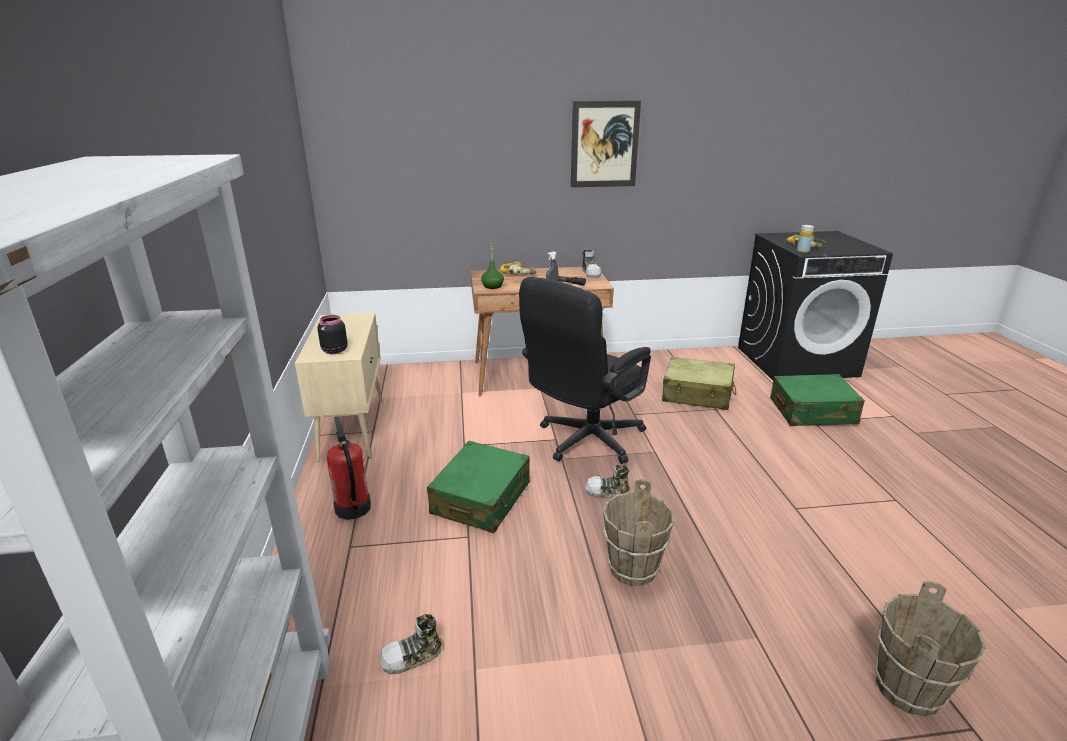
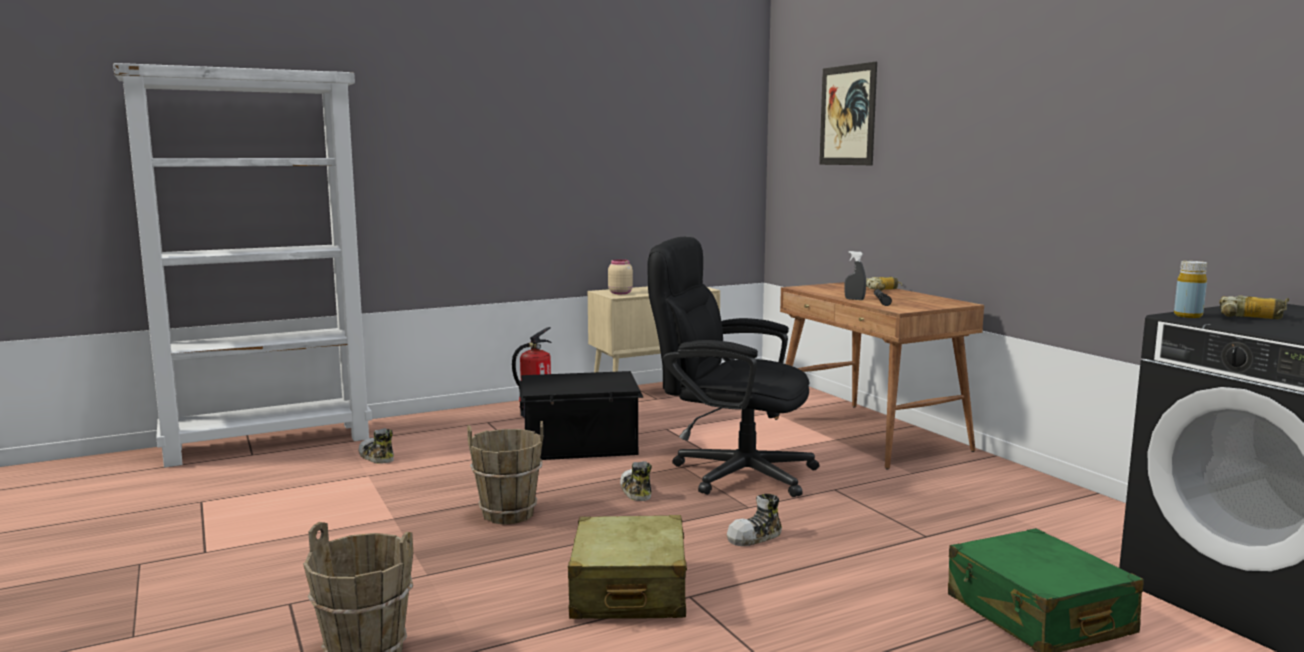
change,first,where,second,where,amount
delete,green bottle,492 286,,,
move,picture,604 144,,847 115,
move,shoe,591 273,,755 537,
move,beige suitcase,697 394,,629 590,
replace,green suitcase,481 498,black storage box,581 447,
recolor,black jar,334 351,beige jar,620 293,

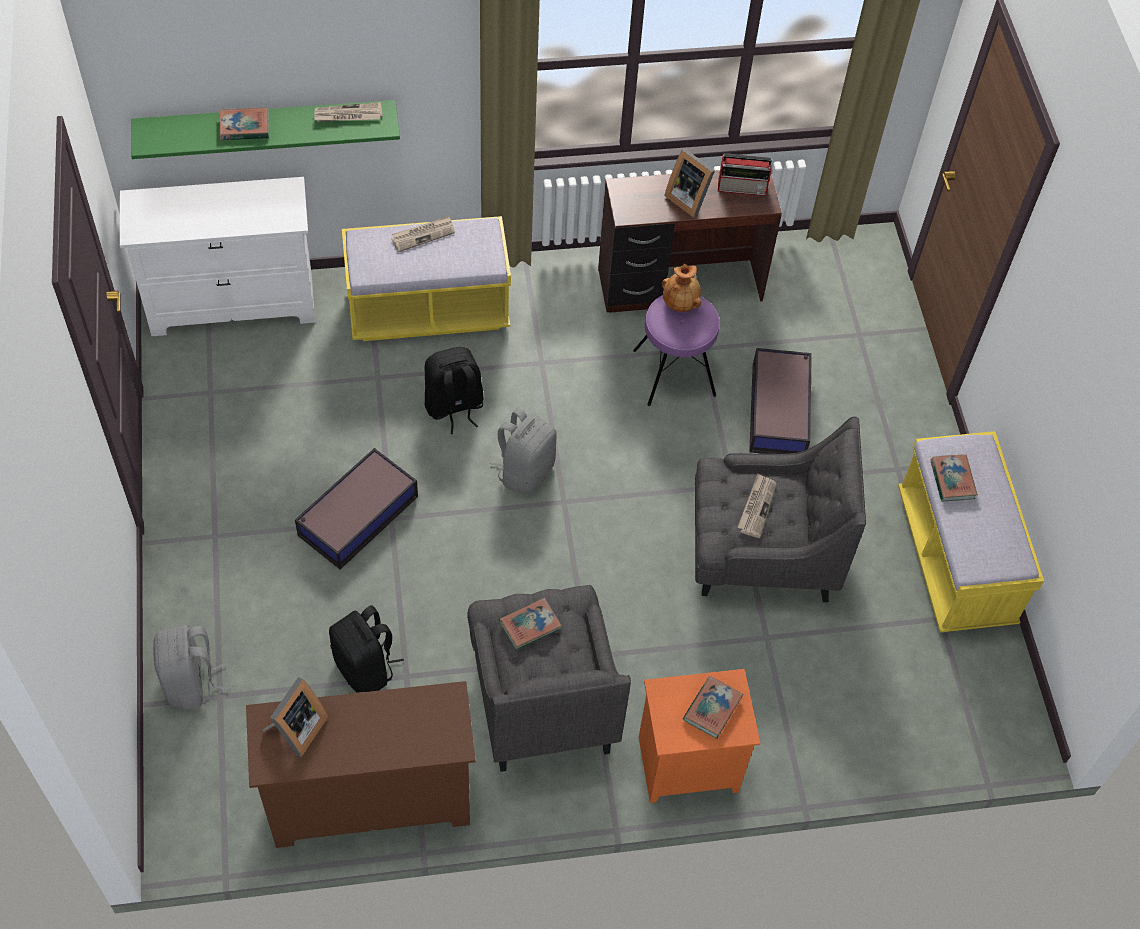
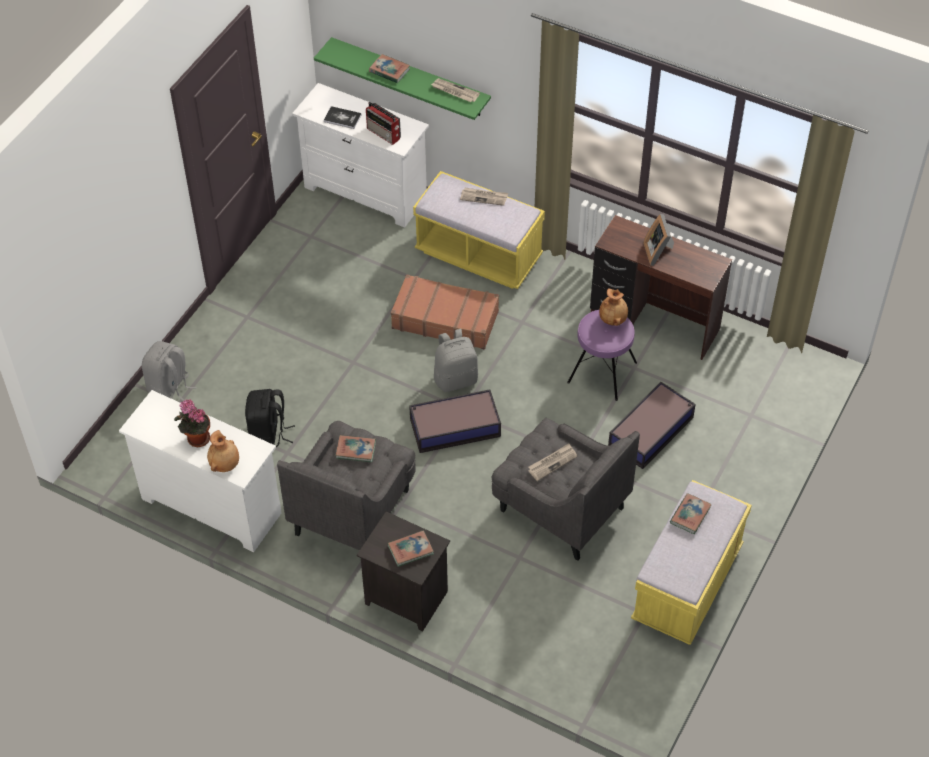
change,first,where,second,where,amount
delete,picture frame,296 730,,,
insert,,,potted plant,196 438,
insert,,,brown vase,225 464,
insert,,,book,342 118,
move,storage box,356 516,,453 427,
move,radio,743 188,,384 134,
replace,black backpack,454 407,brown suitcase,445 319,
recolor,brown dresser,369 800,white dresser,211 505,
recolor,orange nightstand,687 766,black nightstand,404 598,

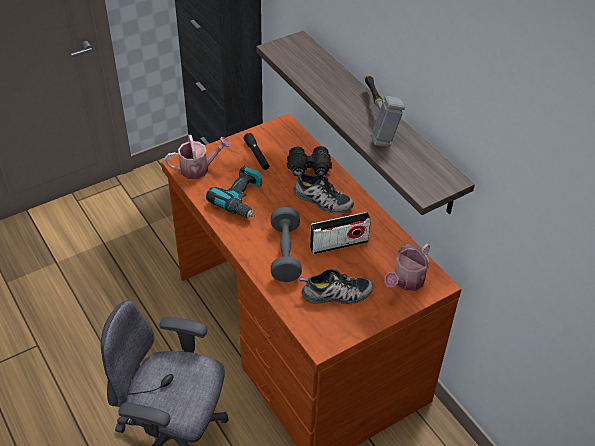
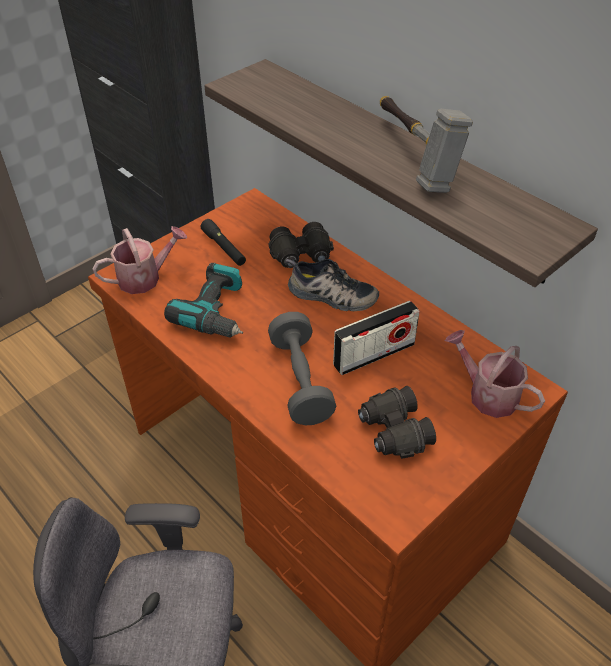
change,first,where,second,where,amount
replace,shoe,336 295,black binoculars,393 431,
rotate,watering can,406 282,,487 394,105 degrees clockwise

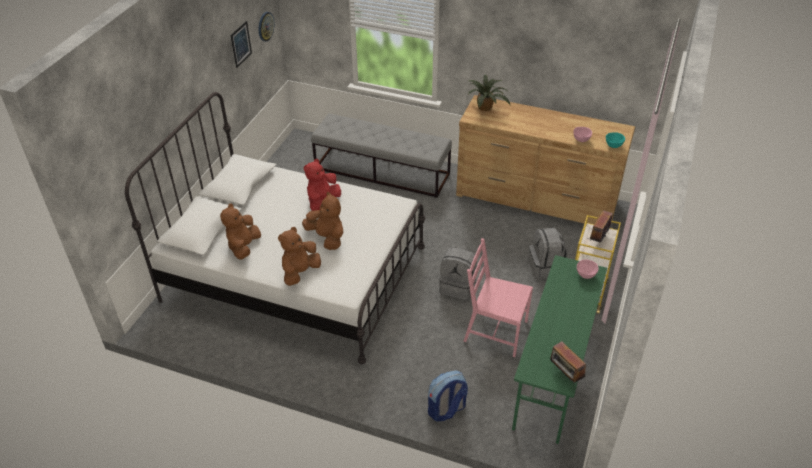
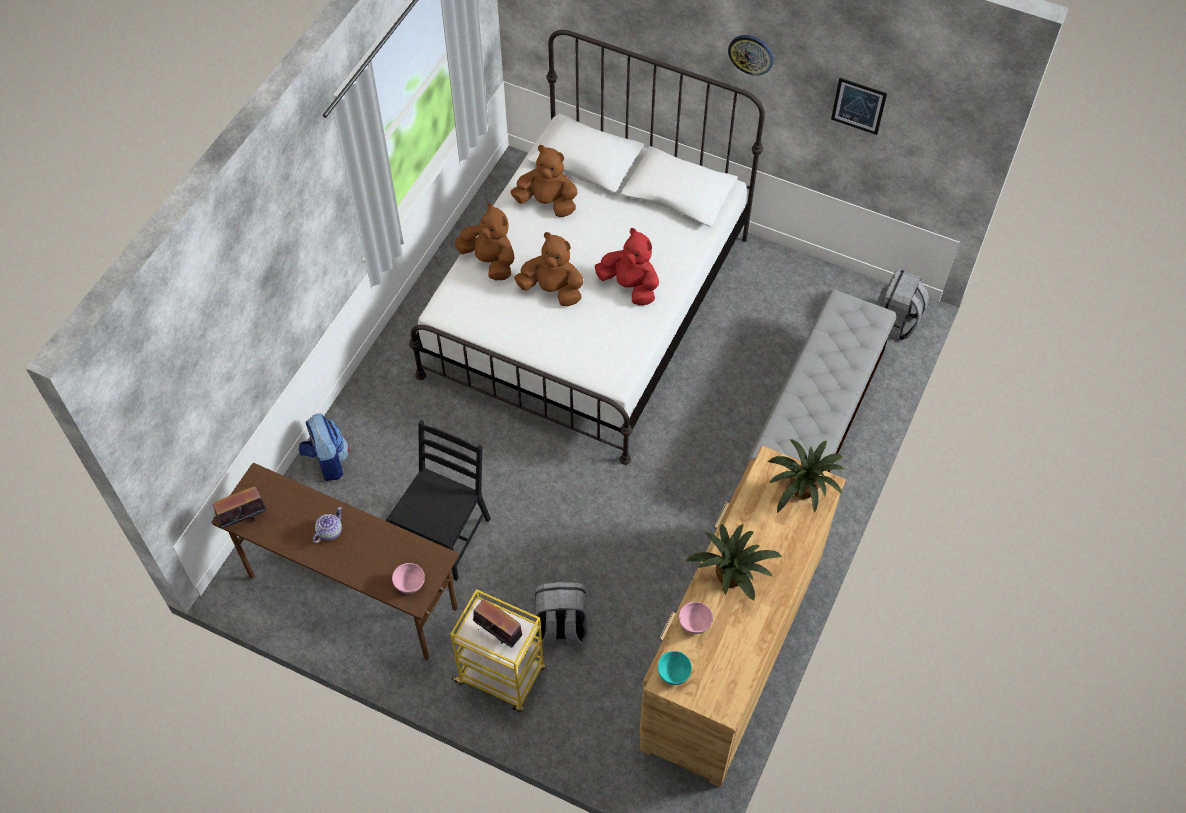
change,first,where,second,where,amount
insert,,,teapot,329 531,
insert,,,potted plant,732 575,
move,wall clock,265 26,,751 54,
move,grey backpack,458 287,,894 323,
recolor,pink chair,495 331,black chair,444 535,
recolor,green desk,552 377,brown desk,352 593,
rotate,brown plush toy,327 238,,552 290,120 degrees counterclockwise

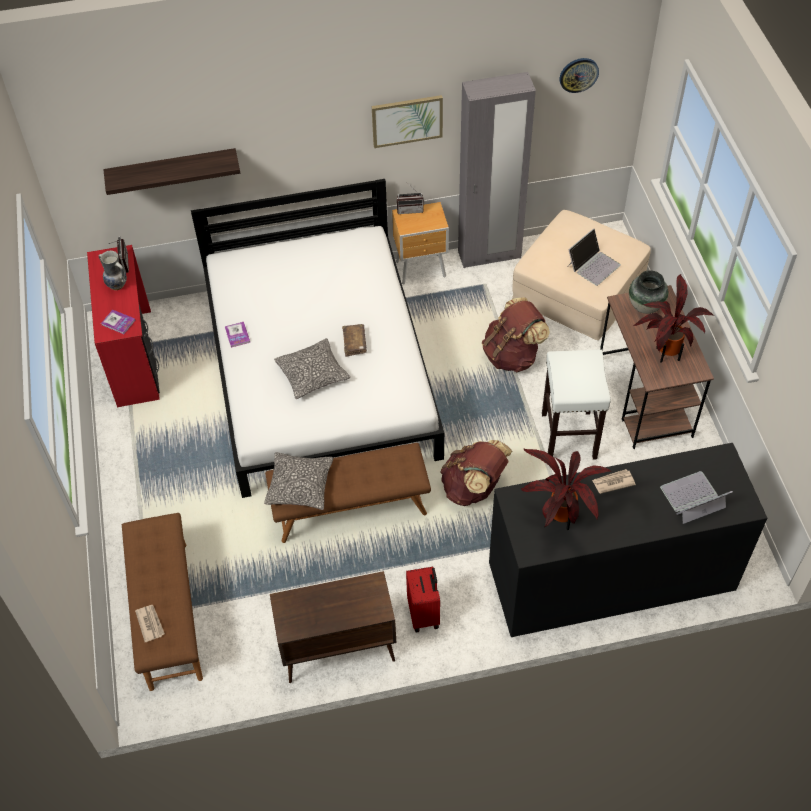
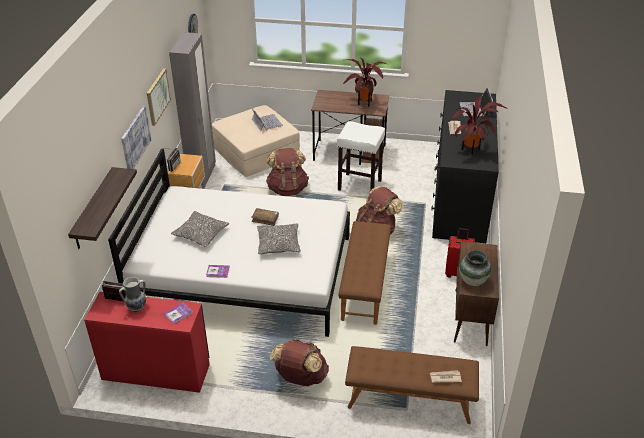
change,first,where,second,where,amount
insert,,,picture,135 139,
insert,,,brown backpack,300 378,
move,pillow,300 486,,201 234,
move,vase,645 307,,473 281,

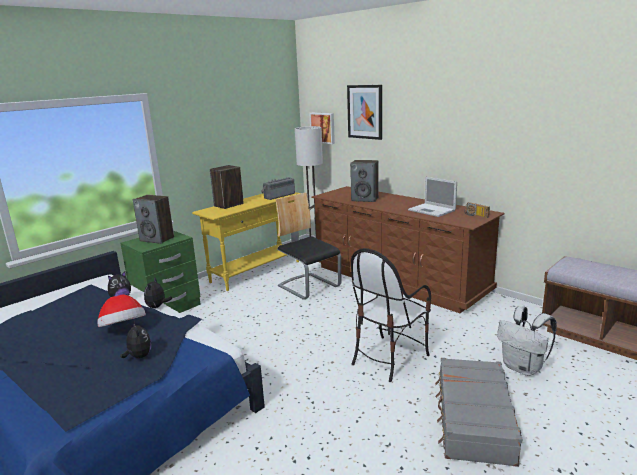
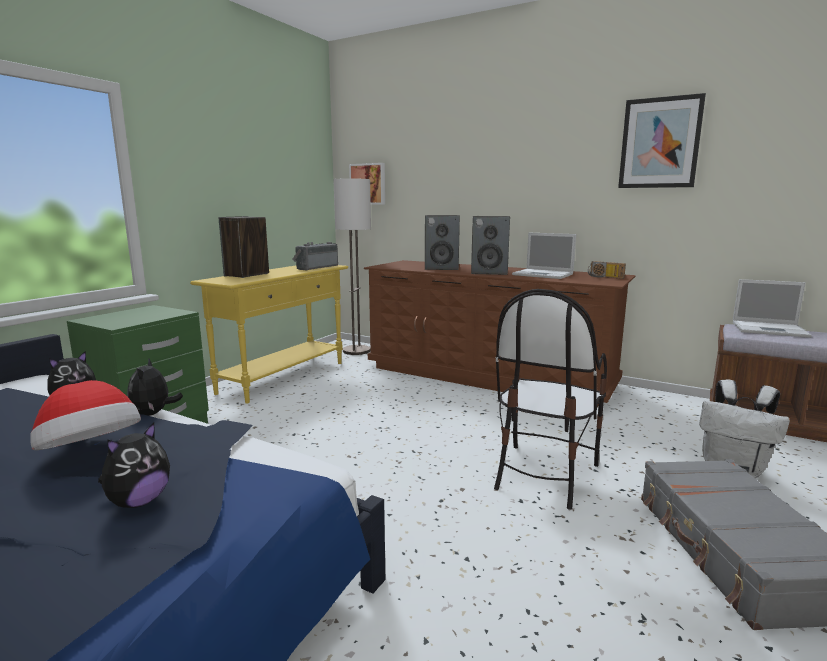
change,first,where,second,where,amount
delete,chair,309 286,,,
insert,,,laptop,770 329,
move,speaker,157 239,,489 272,
move,picture,365 112,,660 143,
rotate,plush toy,139 356,,138 501,75 degrees clockwise

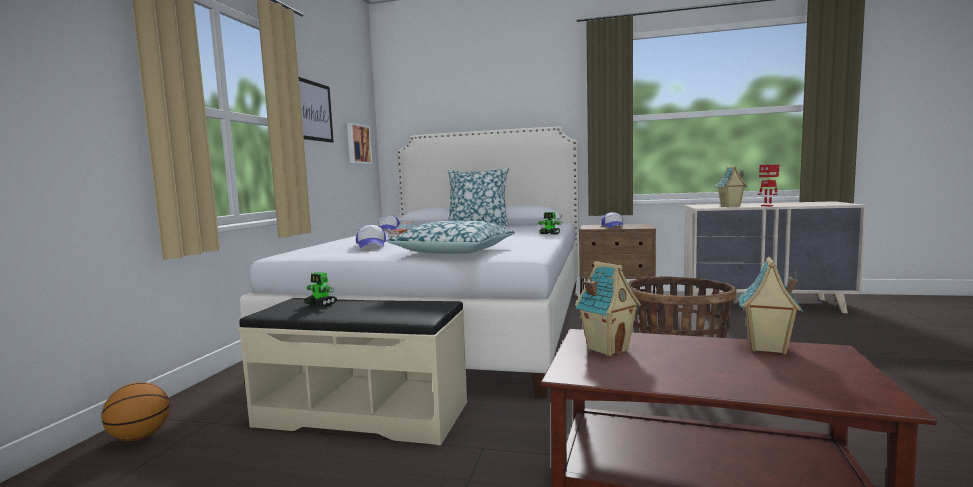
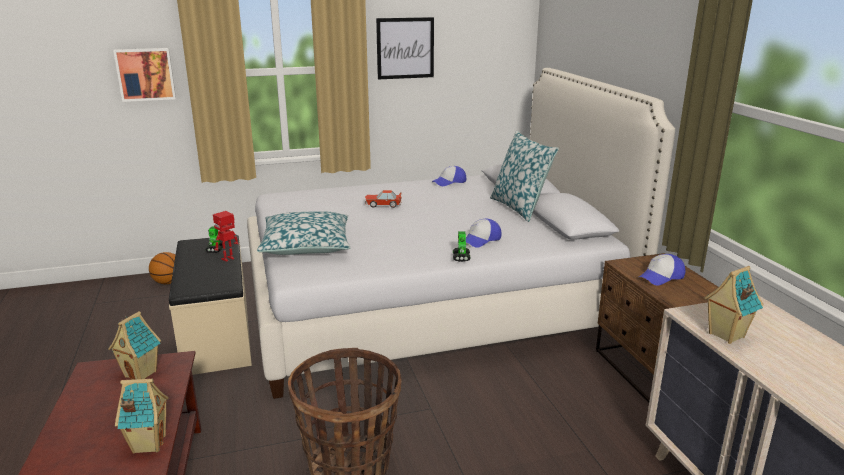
change,first,where,second,where,amount
move,picture,358 144,,145 74,
move,cap,371 245,,481 240,
move,toy robot,767 206,,228 259,

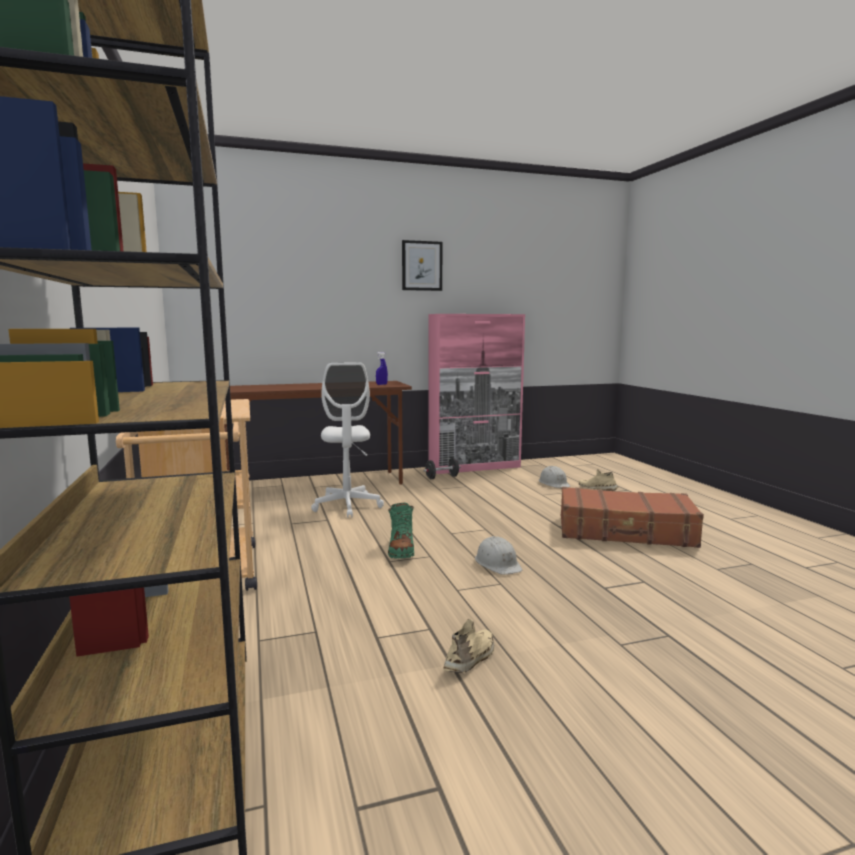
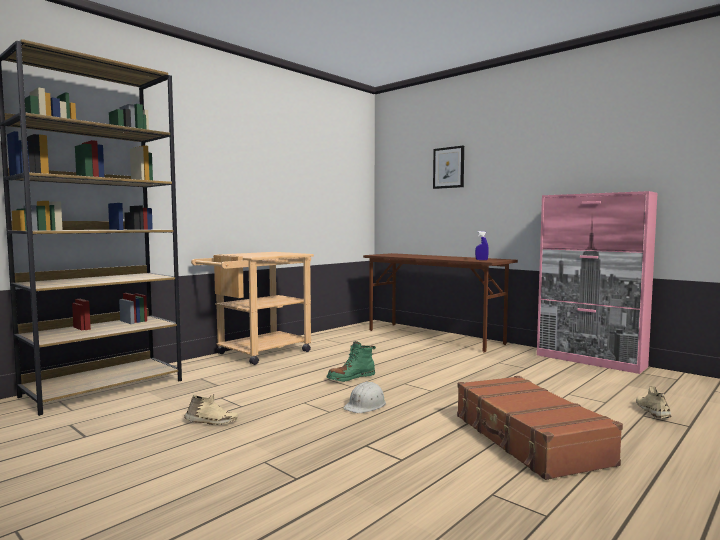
change,first,where,second,where,amount
delete,white office chair,347 506,,,
delete,black dumbbell,442 477,,,
delete,white hard hat,554 483,,,
move,picture,422 266,,448 167,

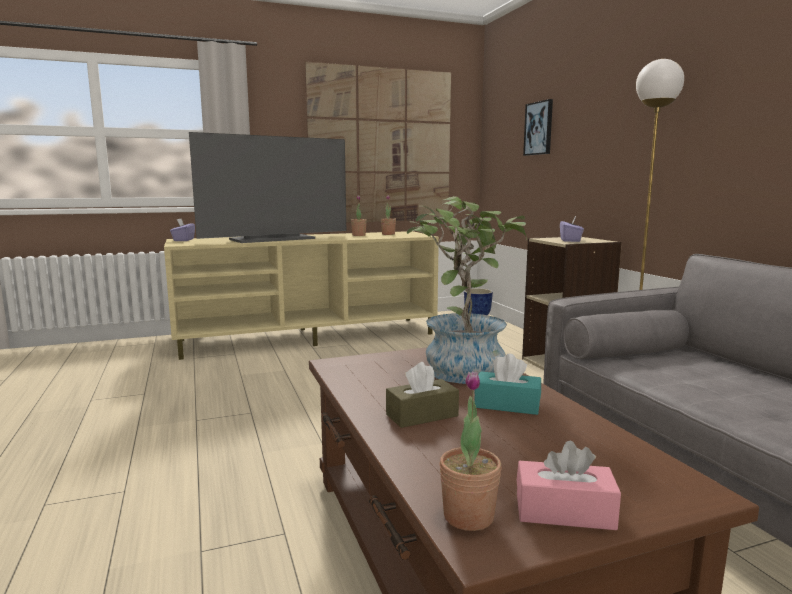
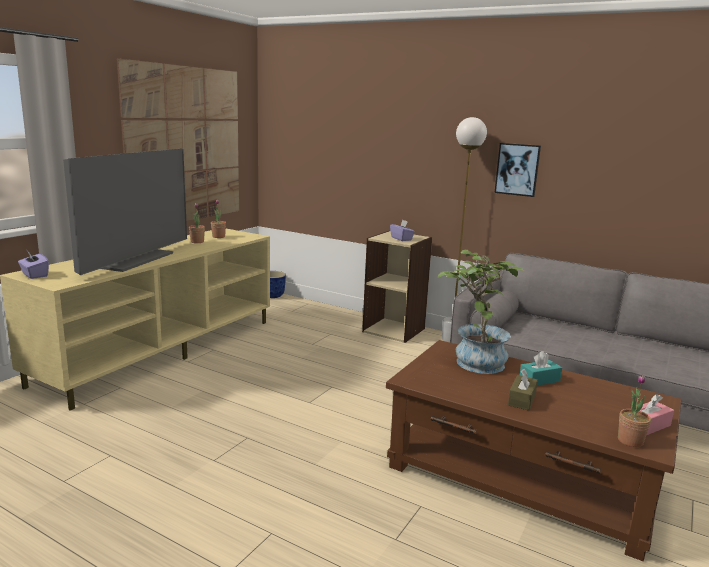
change,first,where,second,where,amount
move,picture,539 128,,517 169,

